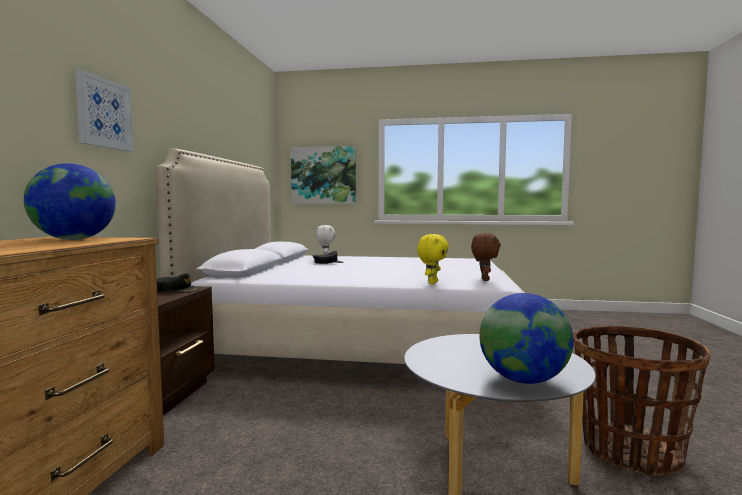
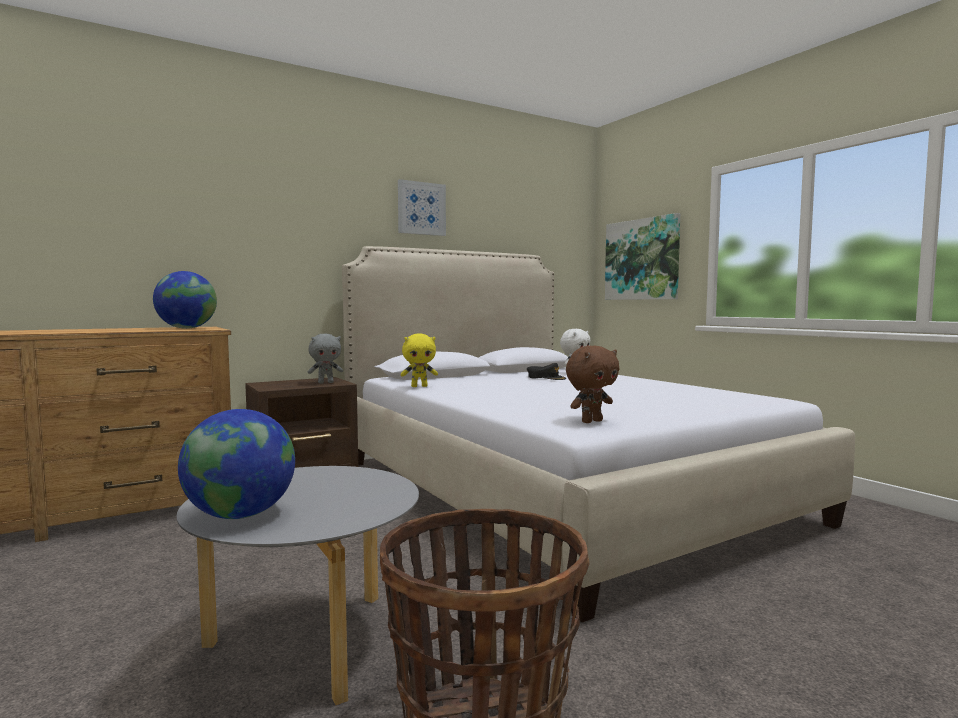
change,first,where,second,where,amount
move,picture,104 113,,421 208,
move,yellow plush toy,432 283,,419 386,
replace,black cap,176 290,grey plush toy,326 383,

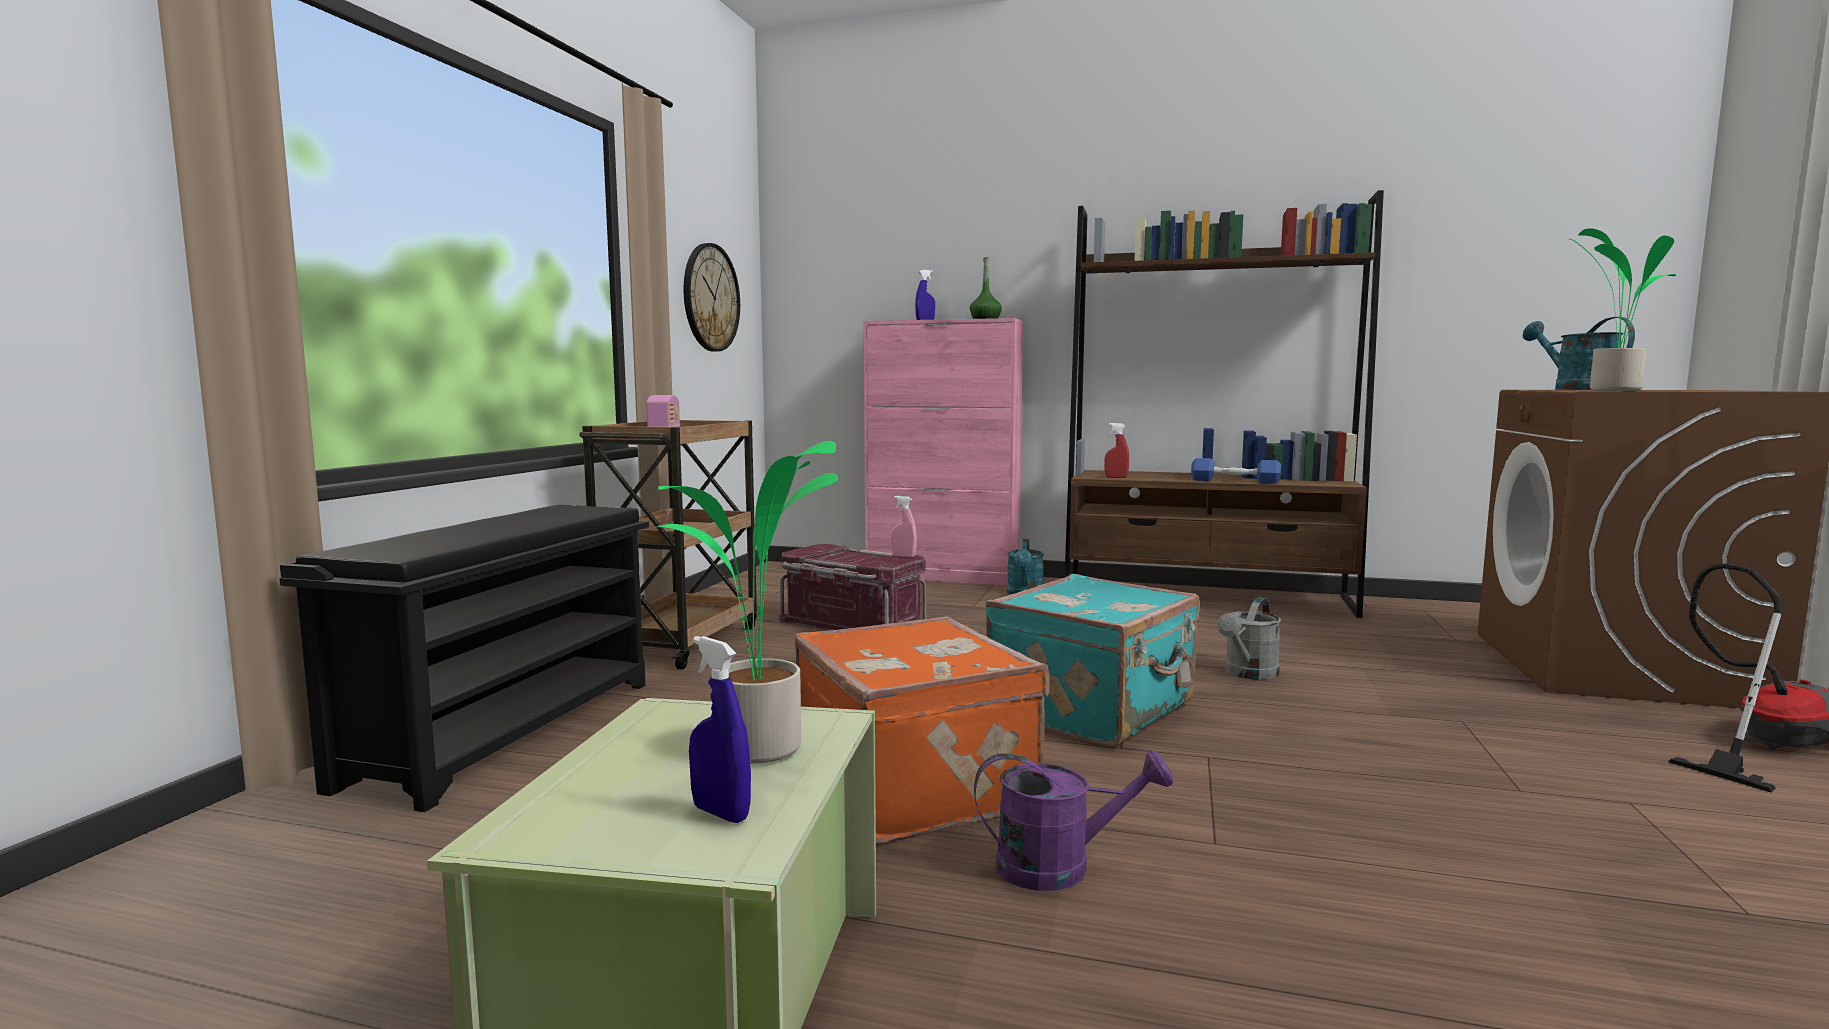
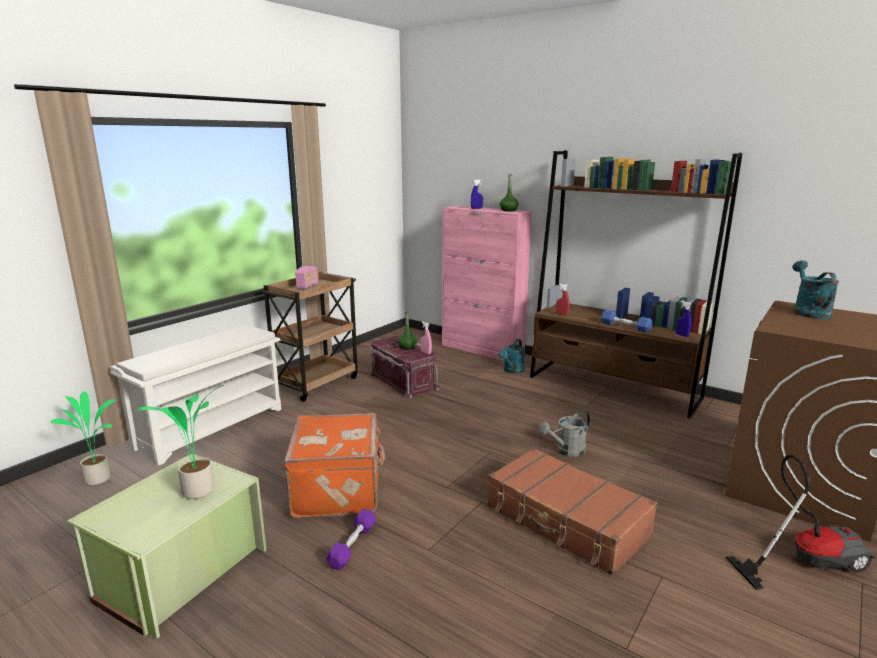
change,first,where,second,where,amount
delete,wall clock,710 298,,,
delete,turquoise suitcase,1095 709,,,
insert,,,green bottle,407 347,
insert,,,brown suitcase,566 521,
move,blue spray bottle,720 813,,682 335,
move,potted plant,1611 390,,98 478,
replace,purple watering can,1060 867,purple dumbbell,353 546,
recolor,black shoe rack,507 730,white shoe rack,212 427,

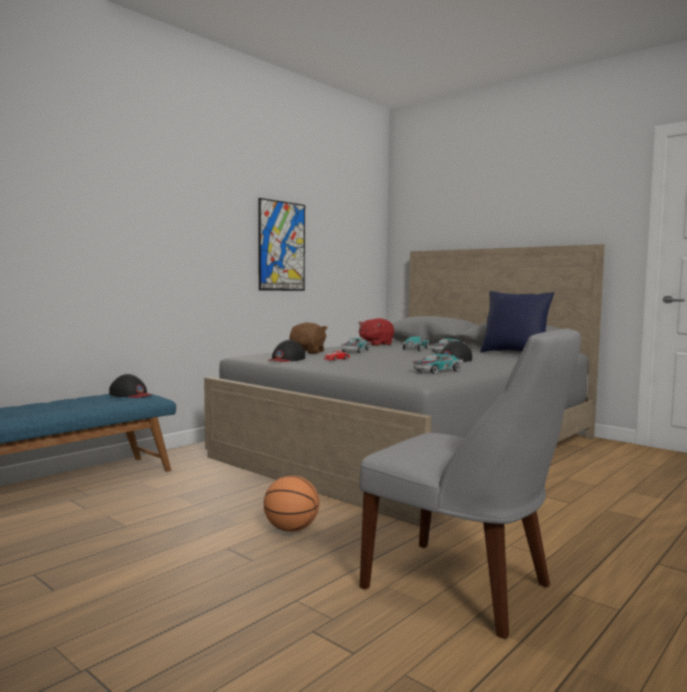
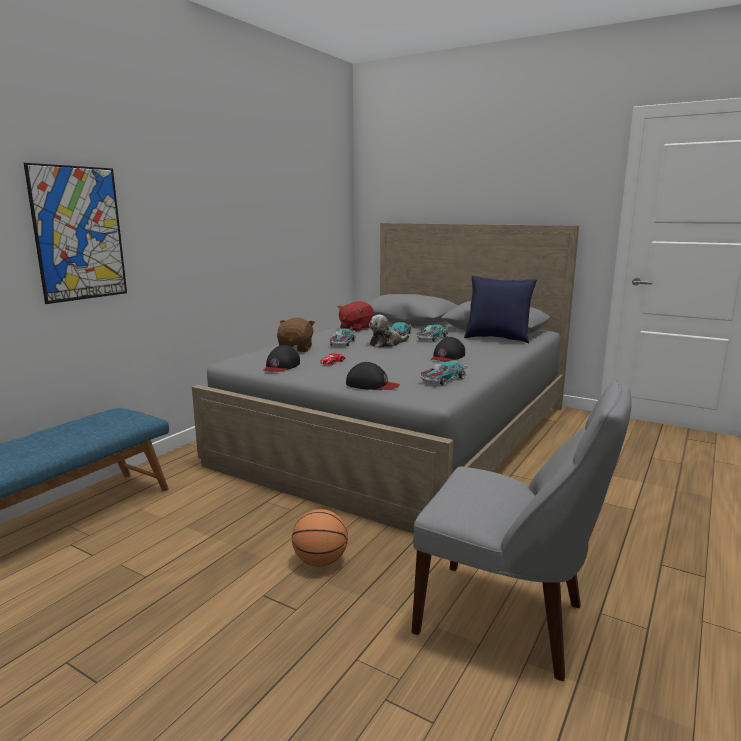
change,first,where,second,where,amount
insert,,,plush toy,386 344,
move,black cap,131 394,,371 384,
move,picture,282 246,,79 233,

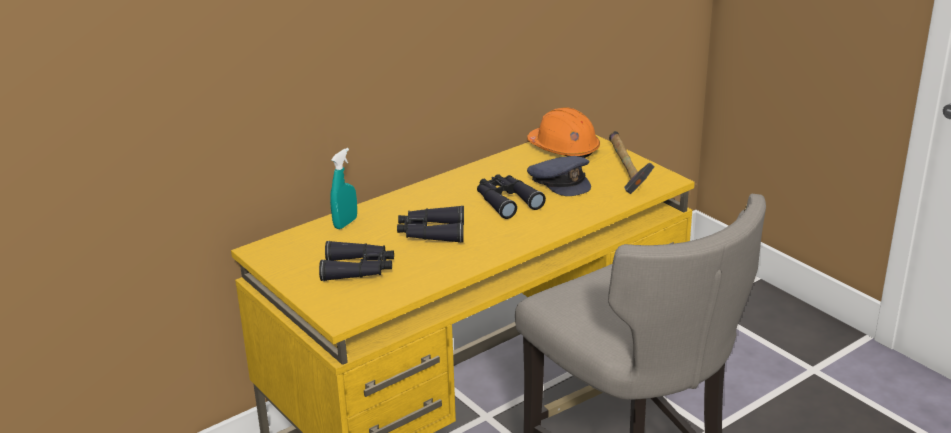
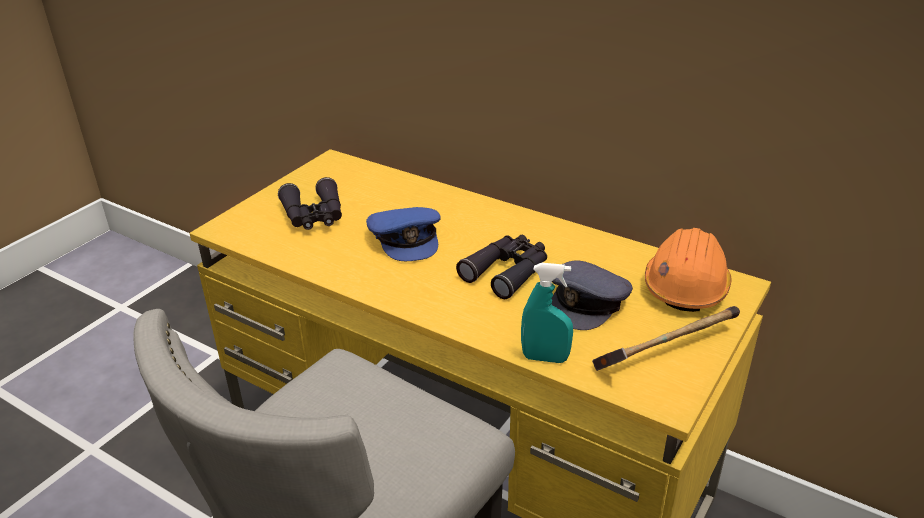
change,first,where,second,where,amount
move,turquoise spray bottle,345 223,,545 358,
replace,black binoculars,431 233,blue cap,406 239,

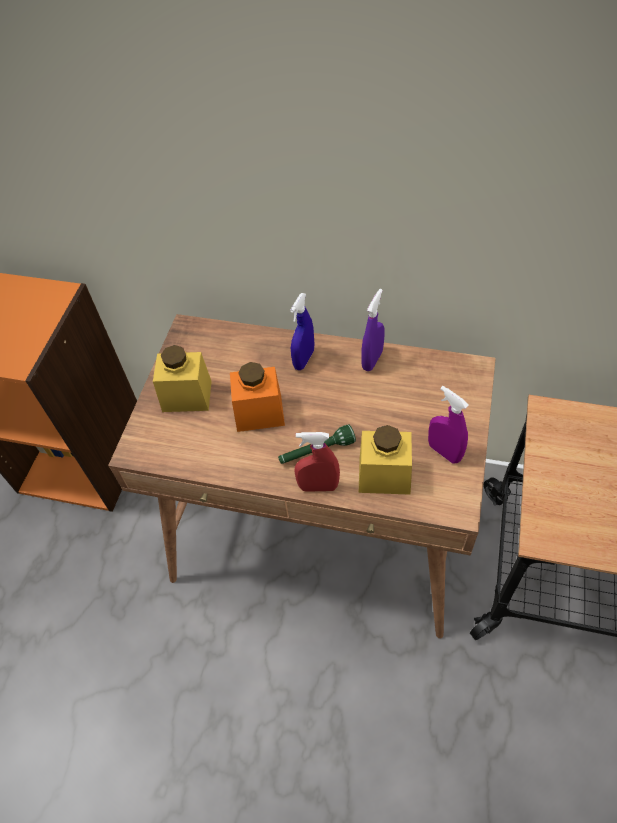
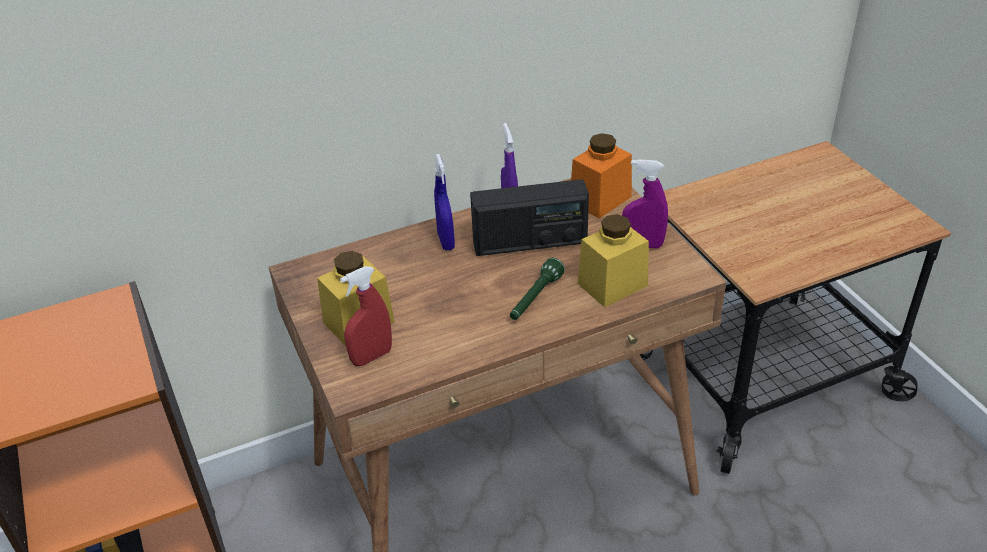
change,first,where,second,where,amount
insert,,,radio,530 243,
move,orange jar,259 413,,600 199,
move,red spray bottle,318 486,,371 357,

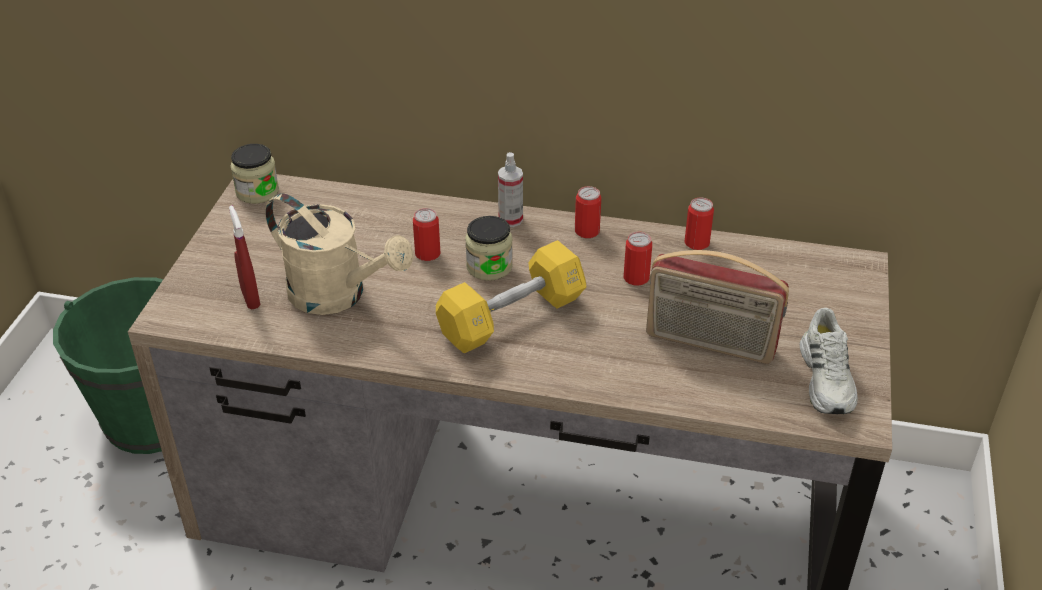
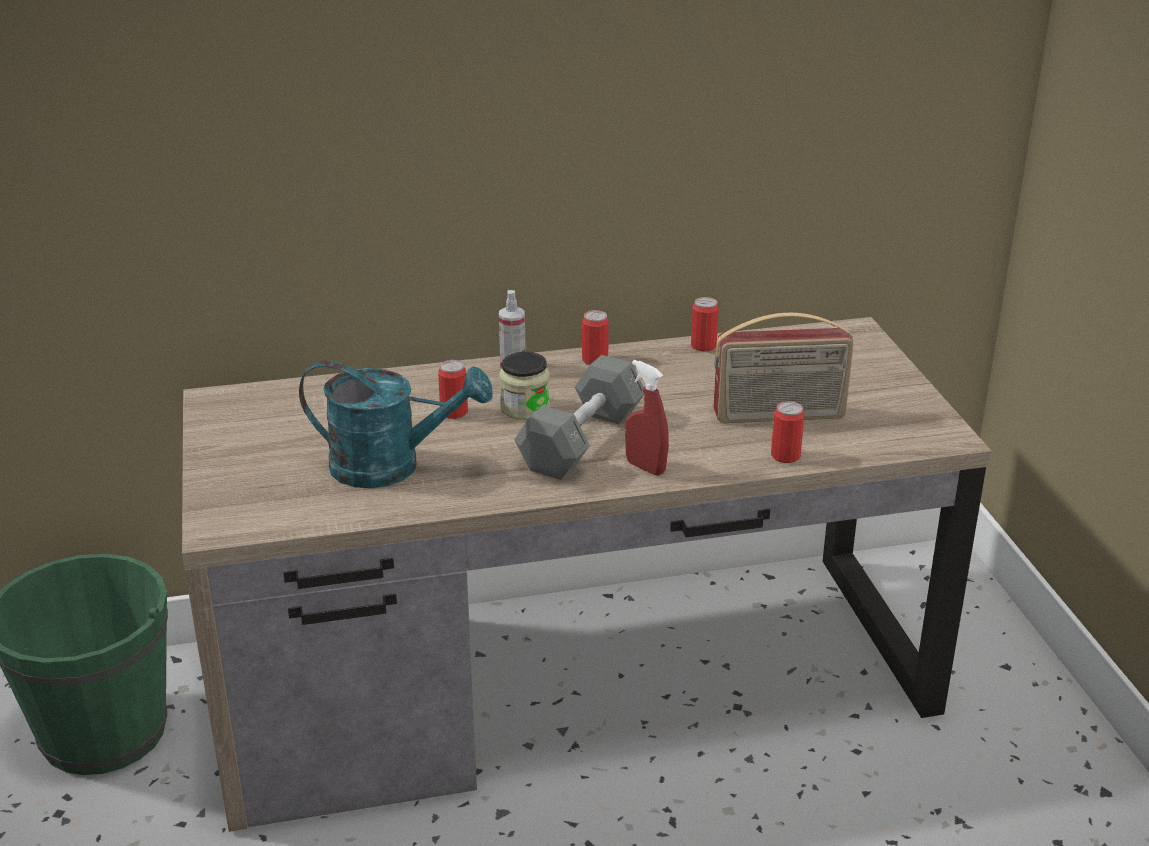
change,first,where,second,where,amount
delete,jar,257 192,,,
delete,white shoe,827 379,,,
move,red spray bottle,250 298,,645 467,
move,can,636 278,,785 456,
recolor,beige watering can,338 295,turquoise watering can,391 466,
recolor,yellow dumbbell,511 317,grey dumbbell,581 441,

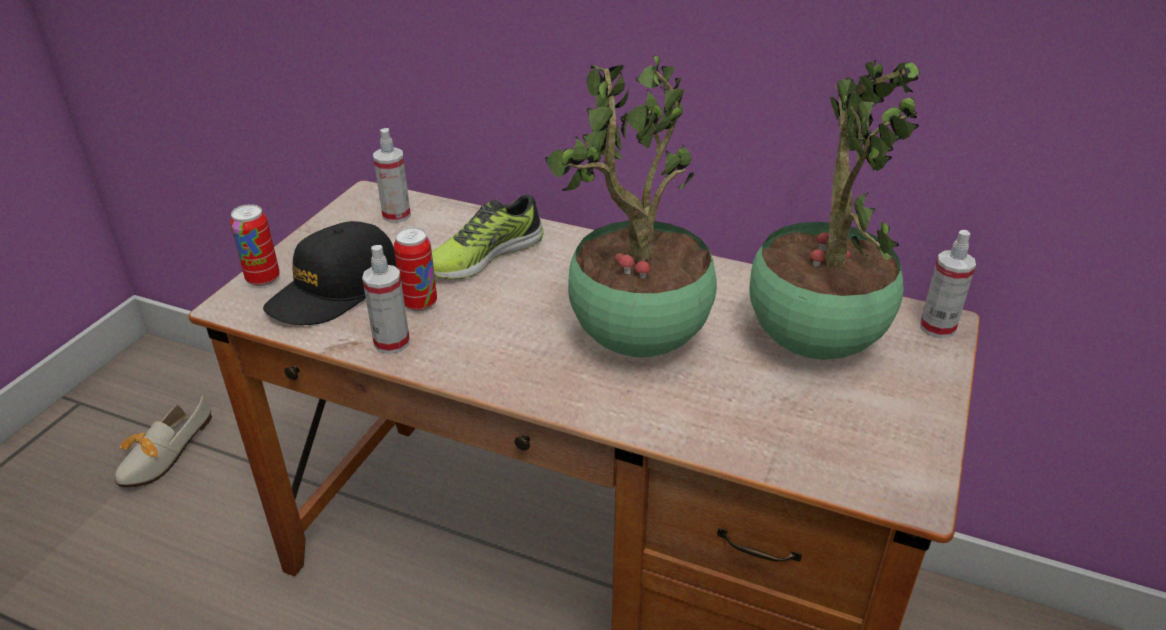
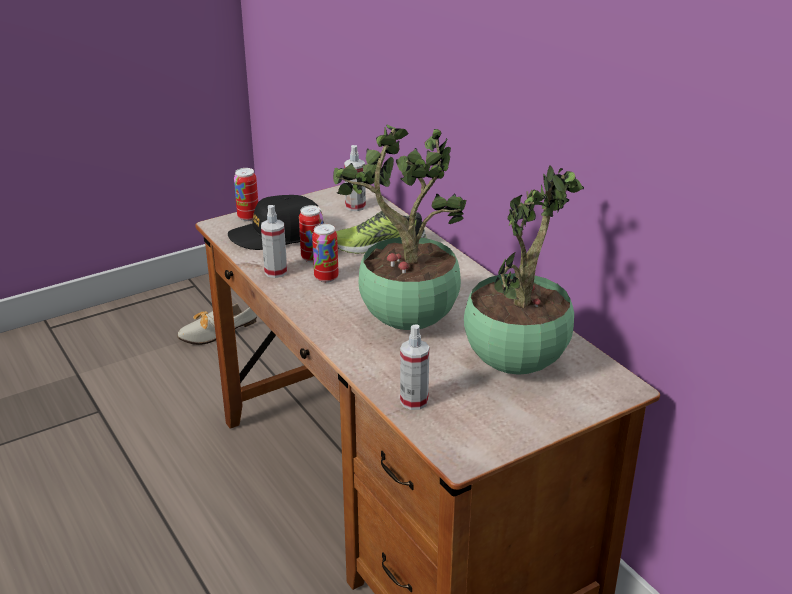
change,first,where,second,where,amount
insert,,,can,326 278,
move,spray bottle,937 327,,414 401,

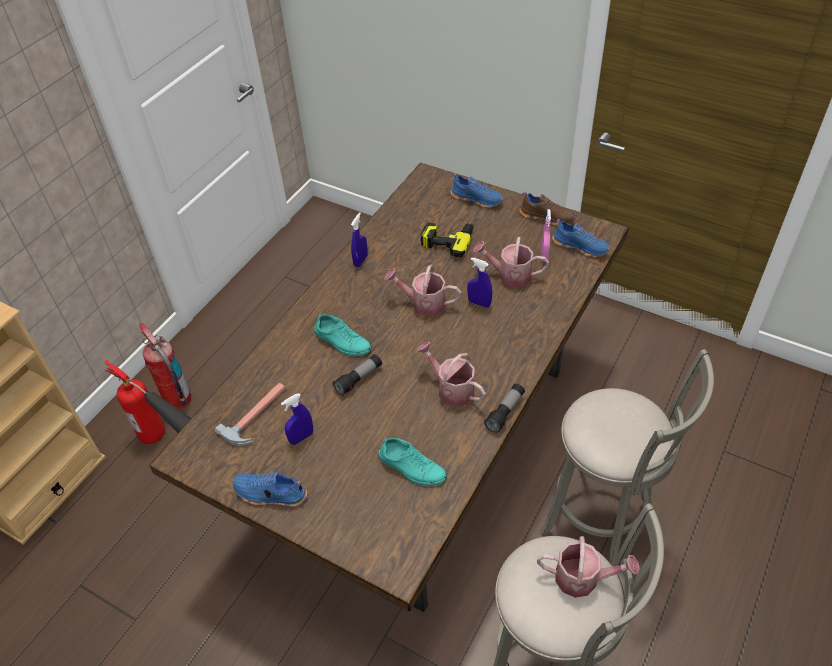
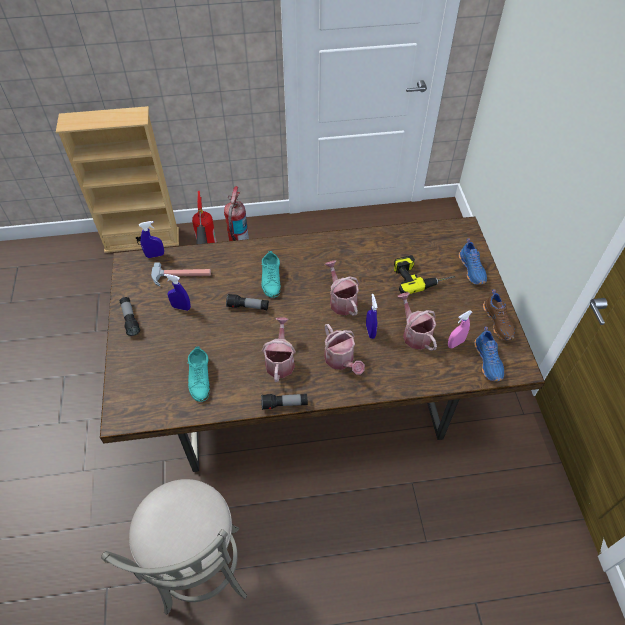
change,first,where,second,where,amount
delete,grey stool,602 521,,,
move,blue spray bottle,360 261,,155 255,
move,watering can,583 578,,341 361,
replace,blue shoe,270 495,flashlight,130 319,

